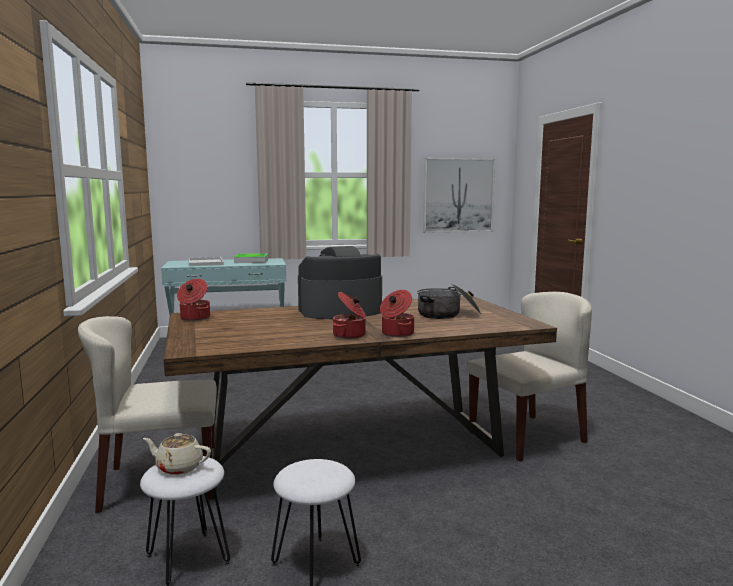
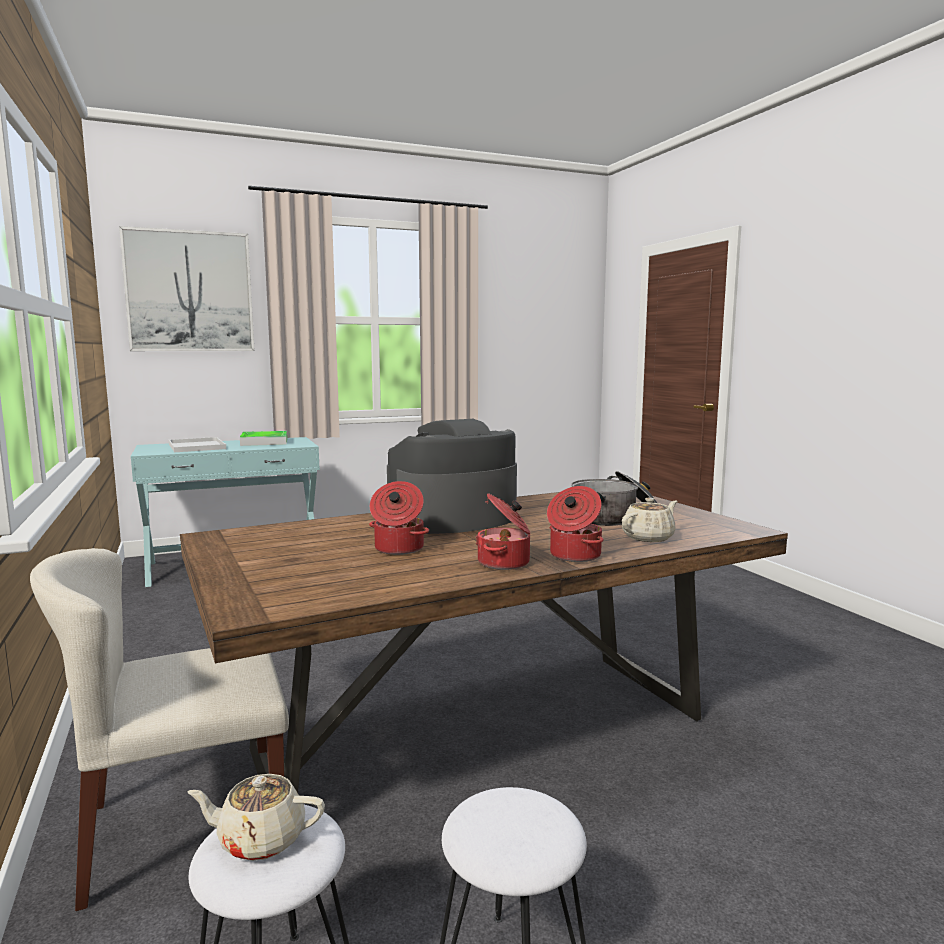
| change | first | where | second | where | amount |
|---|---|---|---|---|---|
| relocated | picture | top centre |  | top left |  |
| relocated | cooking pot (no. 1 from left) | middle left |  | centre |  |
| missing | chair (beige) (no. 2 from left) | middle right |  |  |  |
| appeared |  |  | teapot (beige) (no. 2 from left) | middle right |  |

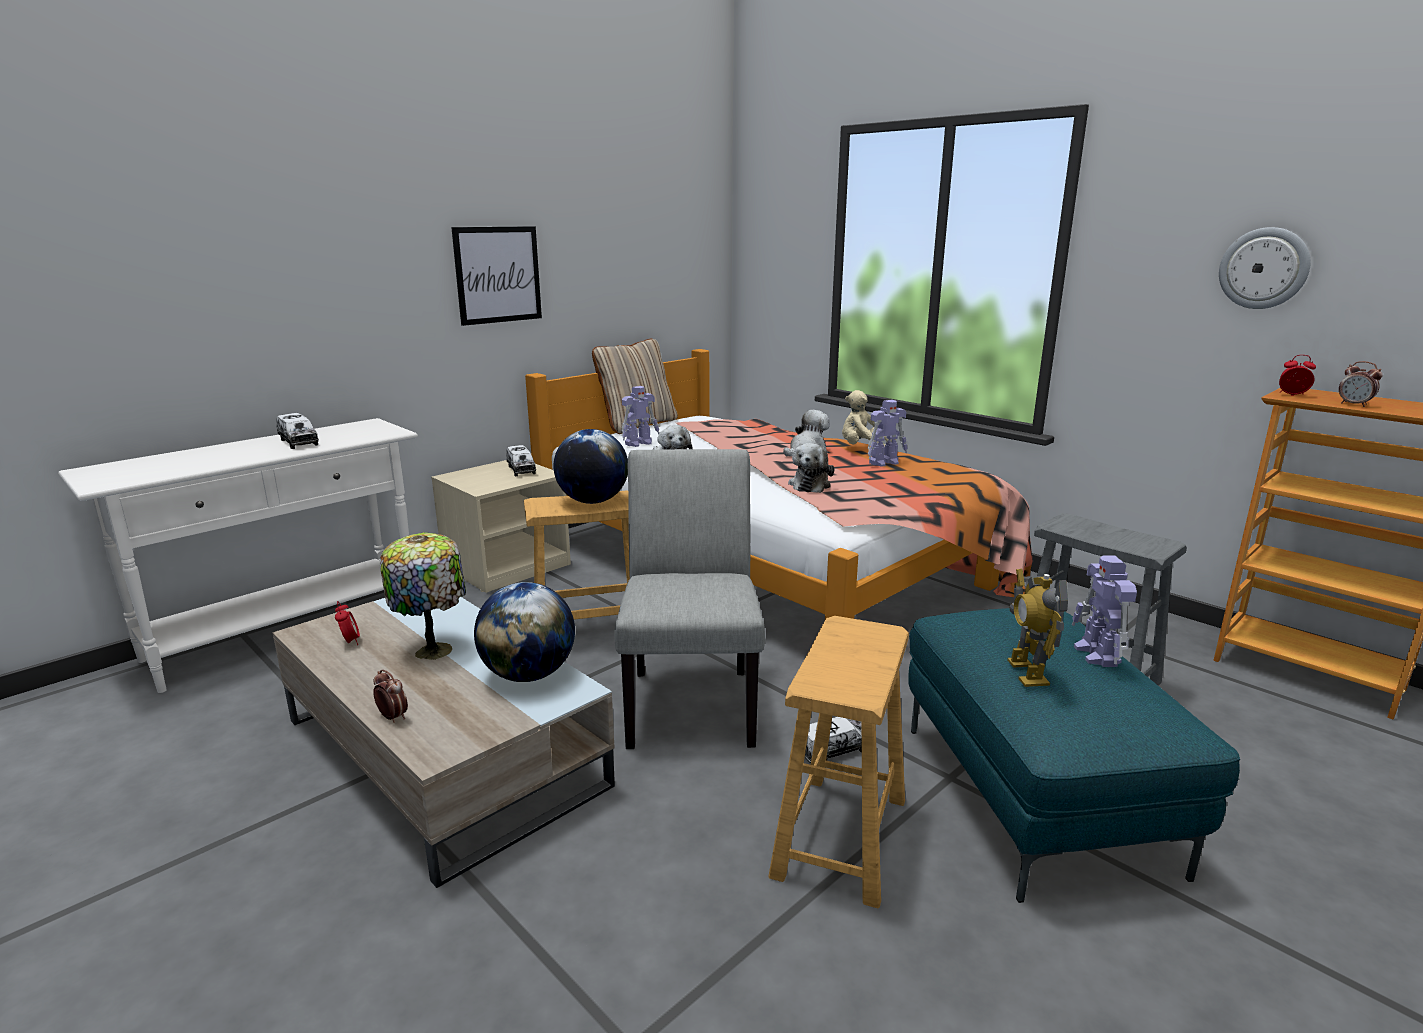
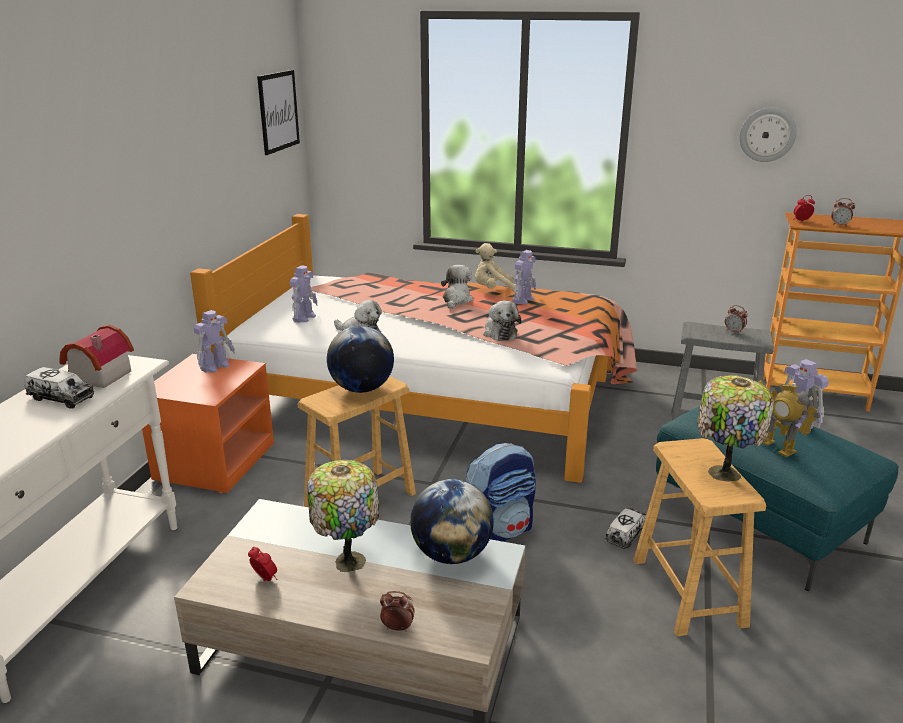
| change | first | where | second | where | amount |
|---|---|---|---|---|---|
| relocated | picture | top centre |  | top left |  |
| missing | pillow (beige) | centre |  |  |  |
| exchanged | toy truck (no. 2 from left) | centre | toy robot (no. 1 from left) | middle left |  |
| exchanged | chair (grey) | centre | backpack | bottom centre |  |
| colour | nightstand (beige) | centre | nightstand (orange) | middle left |  |
| appeared |  |  | alarm clock (no. 3 from left) | middle right |  |
| appeared |  |  | toy house | middle left |  |
| appeared |  |  | table lamp (no. 2 from left) | middle right |  |

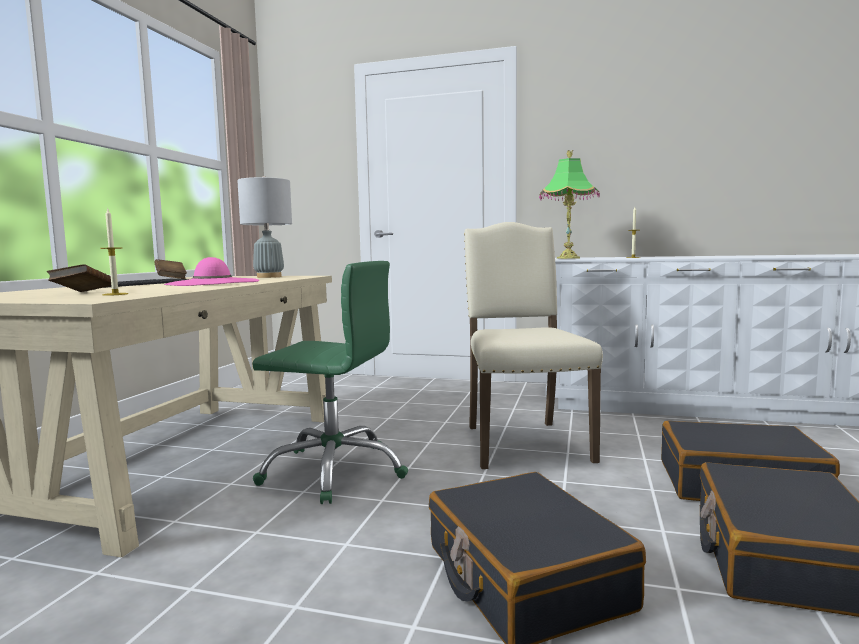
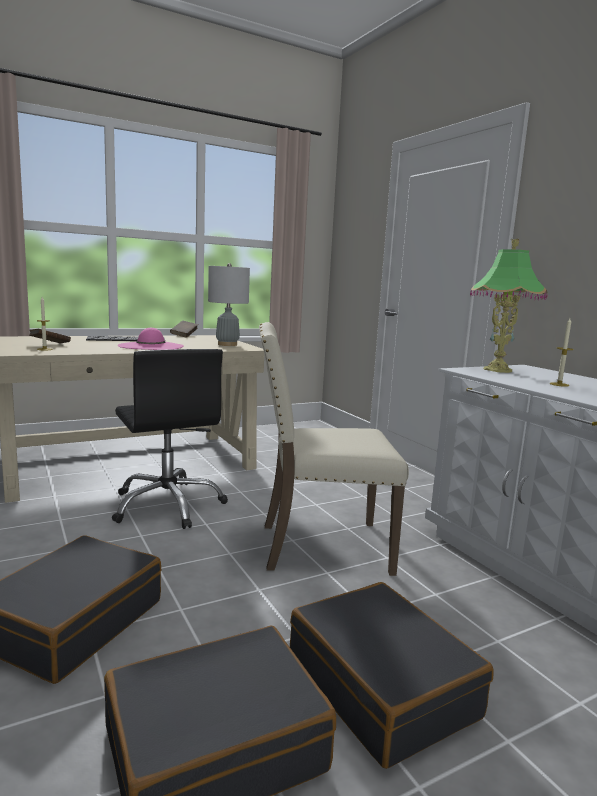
| change | first | where | second | where | amount |
|---|---|---|---|---|---|
| spun | chair (beige) | centre |  | centre | 135 degrees counterclockwise |
| colour | office chair (green) | centre | office chair (black) | middle left |  |

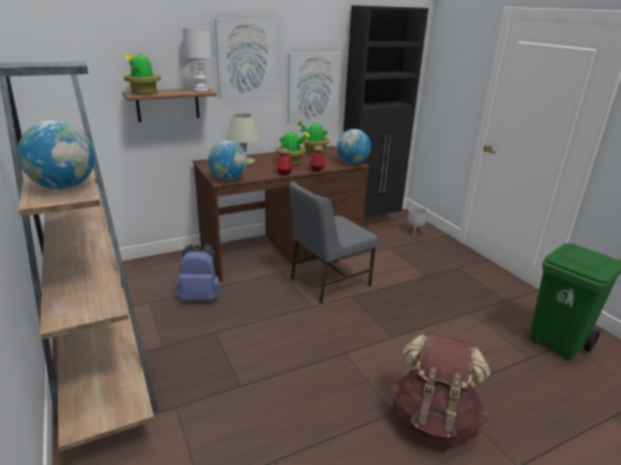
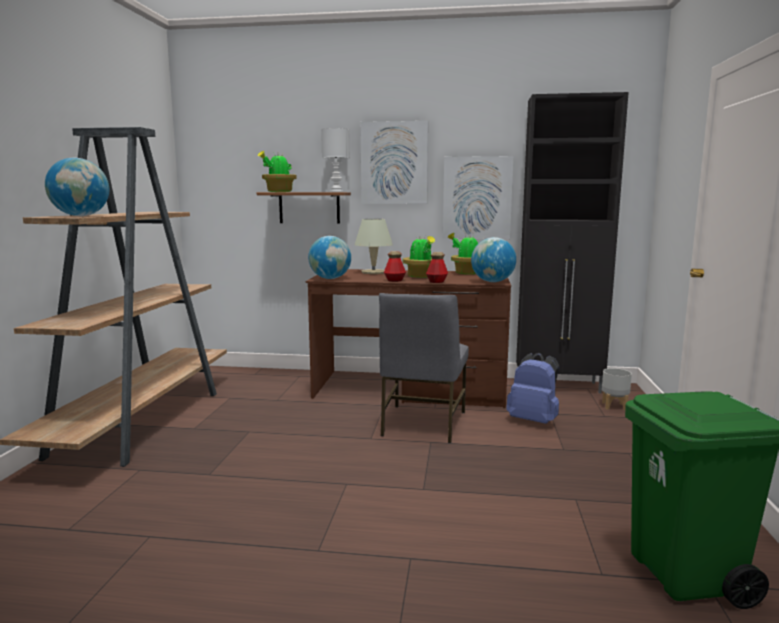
| change | first | where | second | where | amount |
|---|---|---|---|---|---|
| spun | chair (grey) | centre |  | centre | 75 degrees counterclockwise |
| relocated | backpack (blue) | middle left |  | middle right |  |
| missing | backpack (brown) | bottom right |  |  |  |

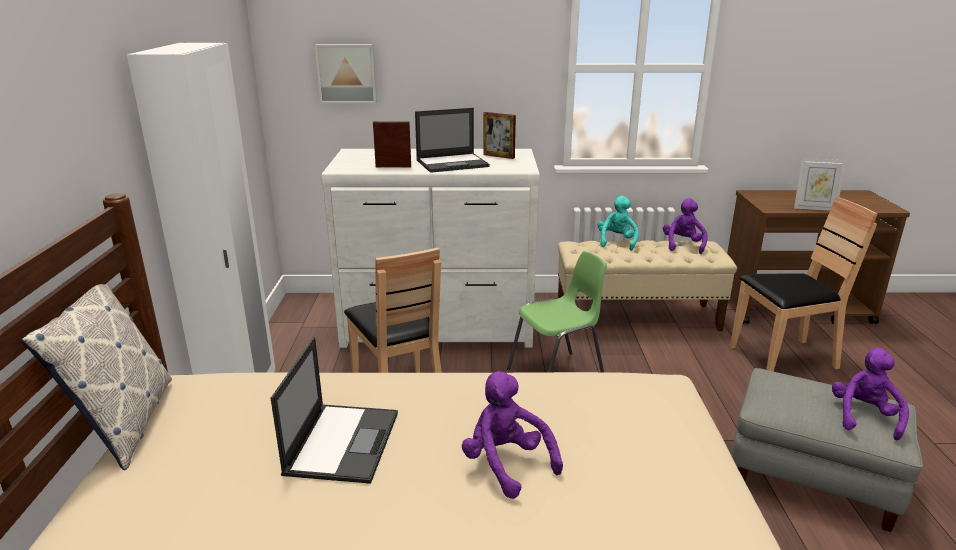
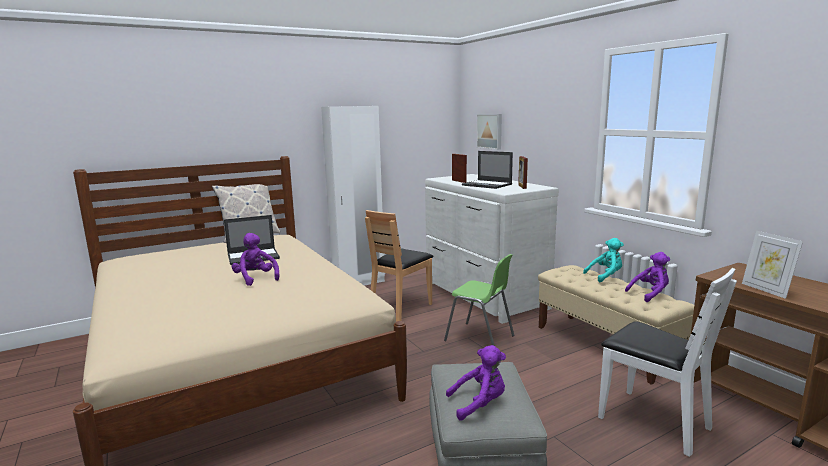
| change | first | where | second | where | amount |
|---|---|---|---|---|---|
| colour | chair (brown) (no. 2 from left) | middle right | chair (white) | bottom right |  |
| spun | plush toy (purple) (no. 1 from left) | bottom centre |  | middle left | 60 degrees counterclockwise |

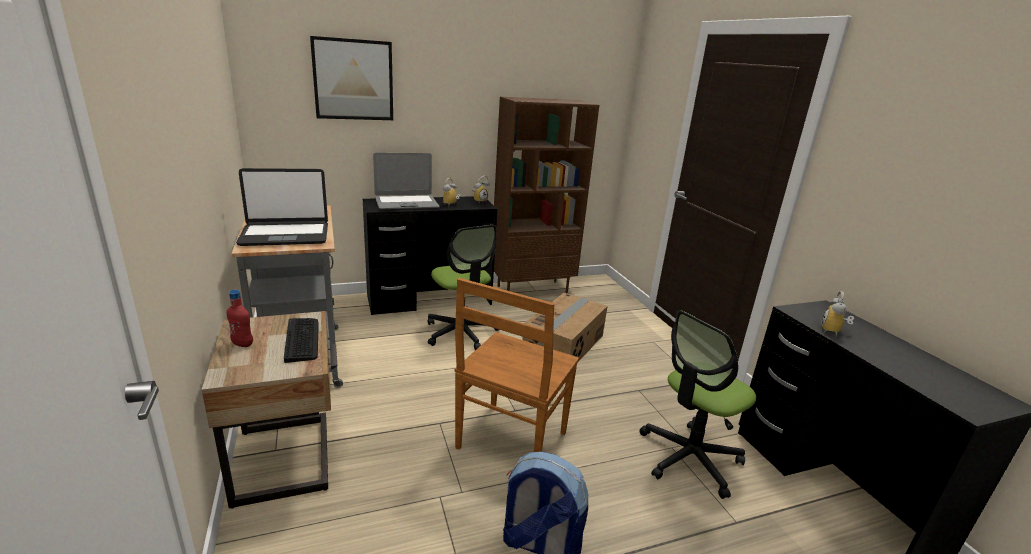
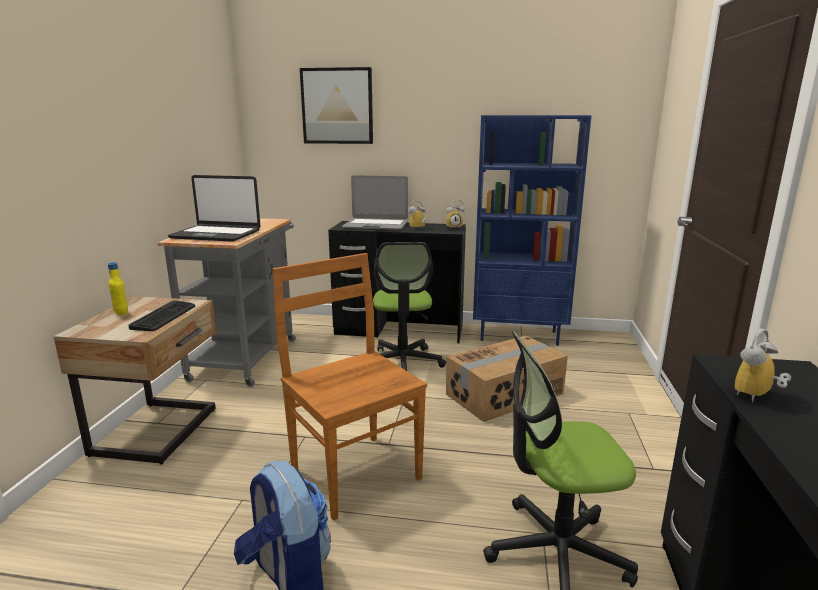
| change | first | where | second | where | amount |
|---|---|---|---|---|---|
| colour | bookcase (brown) | centre | bookcase (blue) | centre |  |
| spun | chair (brown) | centre |  | centre | 90 degrees clockwise |
| colour | bottle (red) | middle left | bottle (yellow) | middle left |  |

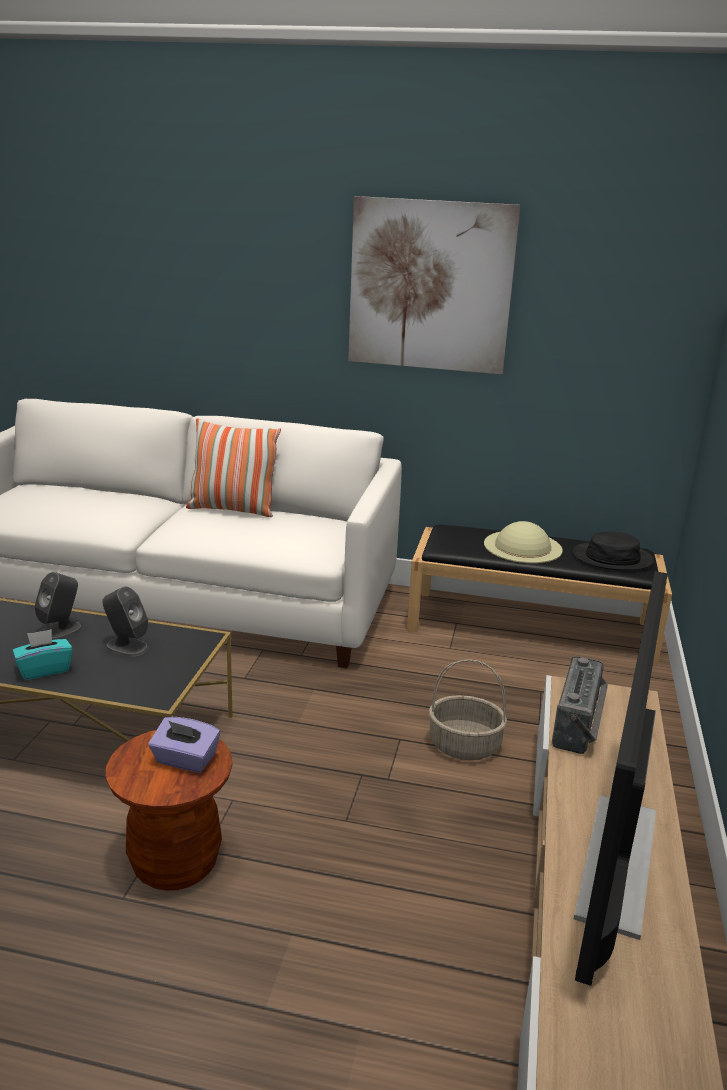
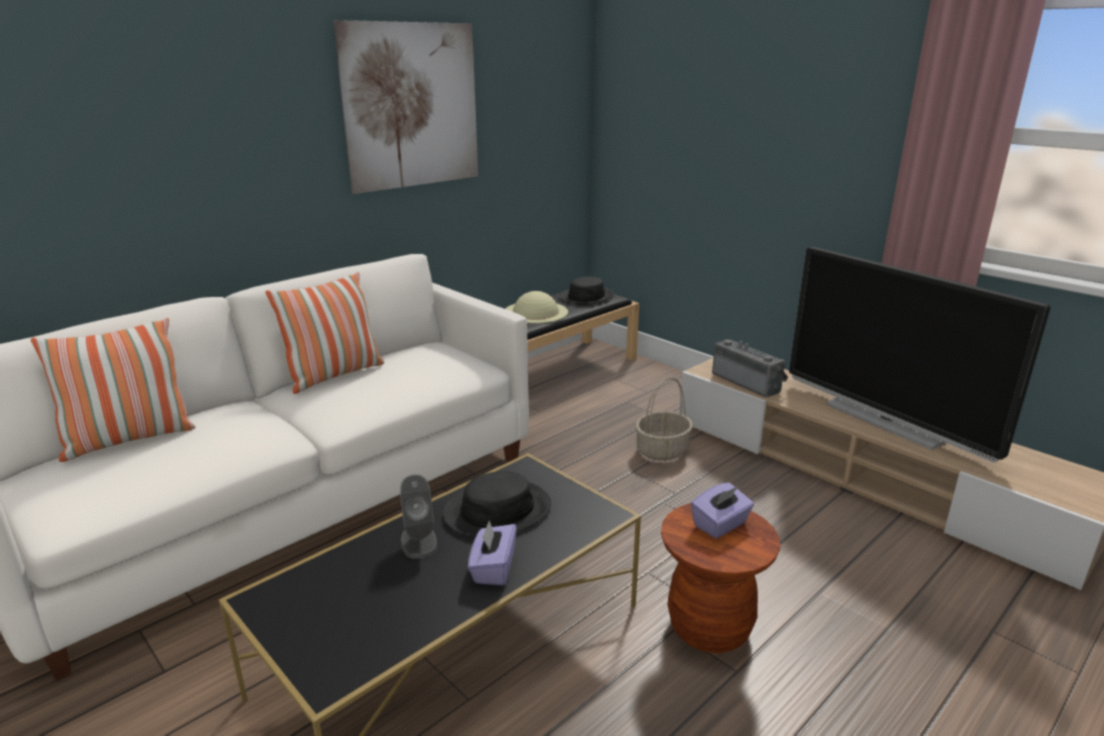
| change | first | where | second | where | amount |
|---|---|---|---|---|---|
| exchanged | speaker (grey) (no. 2 from left) | middle left | hat (black) (no. 1 from left) | bottom centre |  |
| colour | tissue box (turquoise) | middle left | tissue box (purple) (no. 1 from left) | bottom centre |  |
| appeared |  |  | pillow (no. 1 from left) | middle left |  |

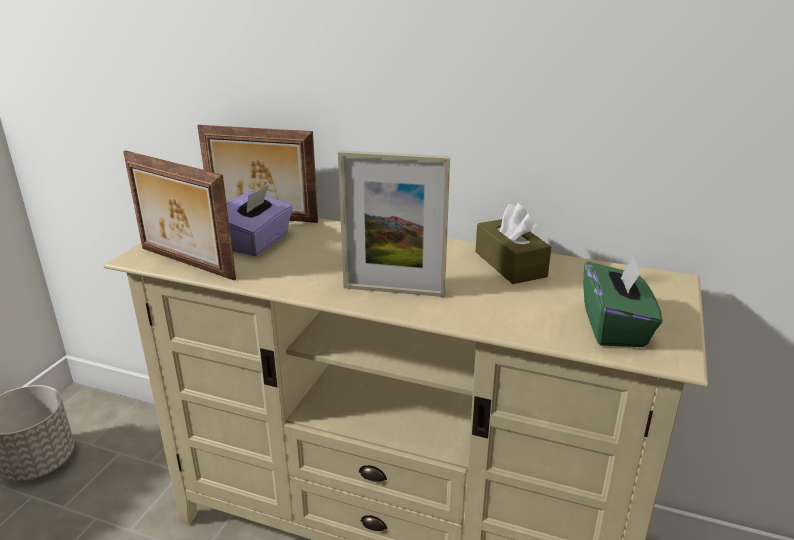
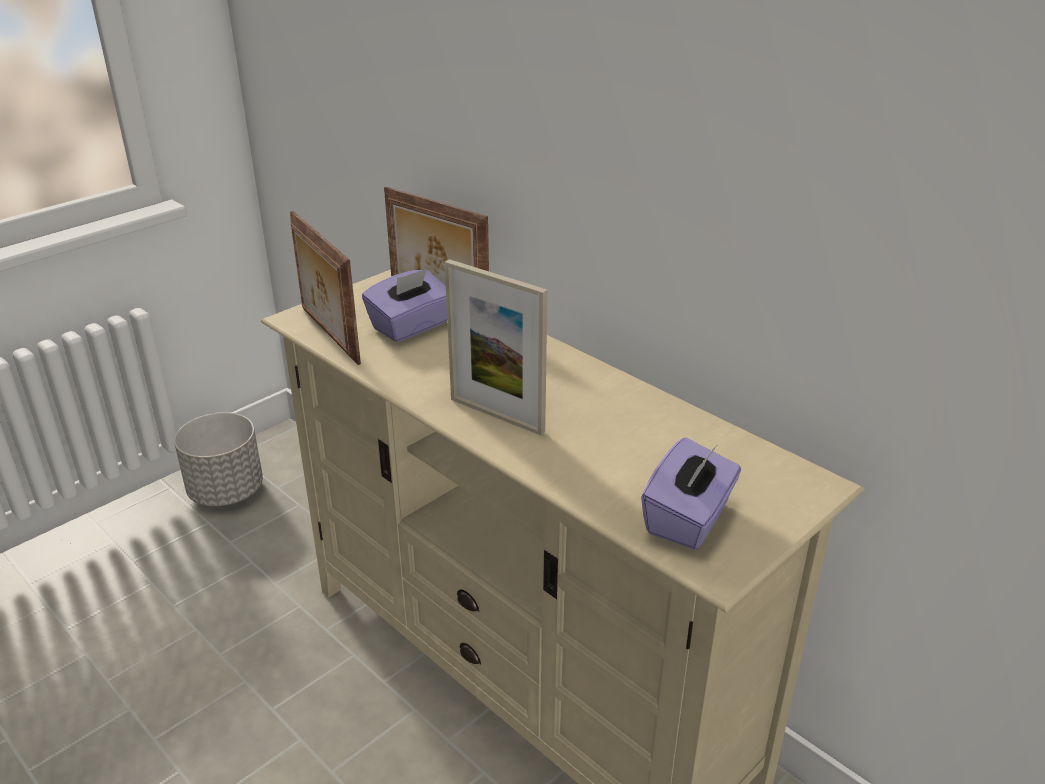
| change | first | where | second | where | amount |
|---|---|---|---|---|---|
| missing | tissue box (brown) | centre |  |  |  |
| colour | tissue box (green) | middle right | tissue box (purple) (no. 2 from left) | centre |  |

